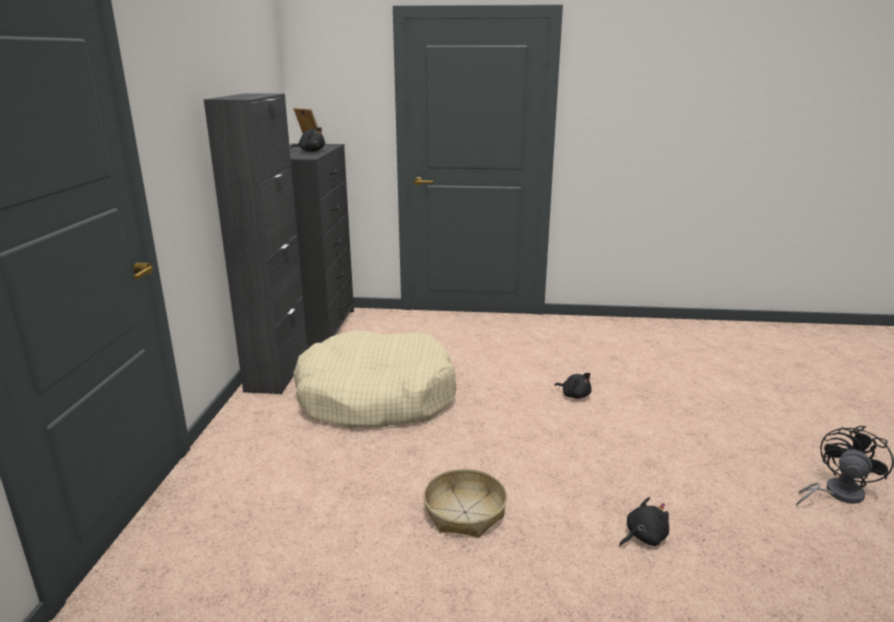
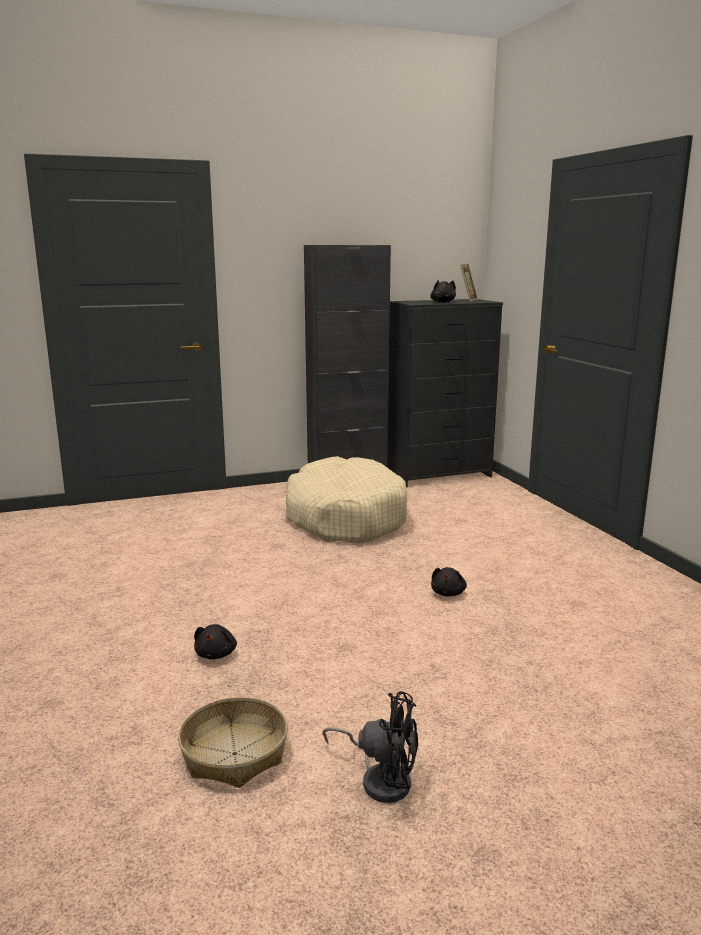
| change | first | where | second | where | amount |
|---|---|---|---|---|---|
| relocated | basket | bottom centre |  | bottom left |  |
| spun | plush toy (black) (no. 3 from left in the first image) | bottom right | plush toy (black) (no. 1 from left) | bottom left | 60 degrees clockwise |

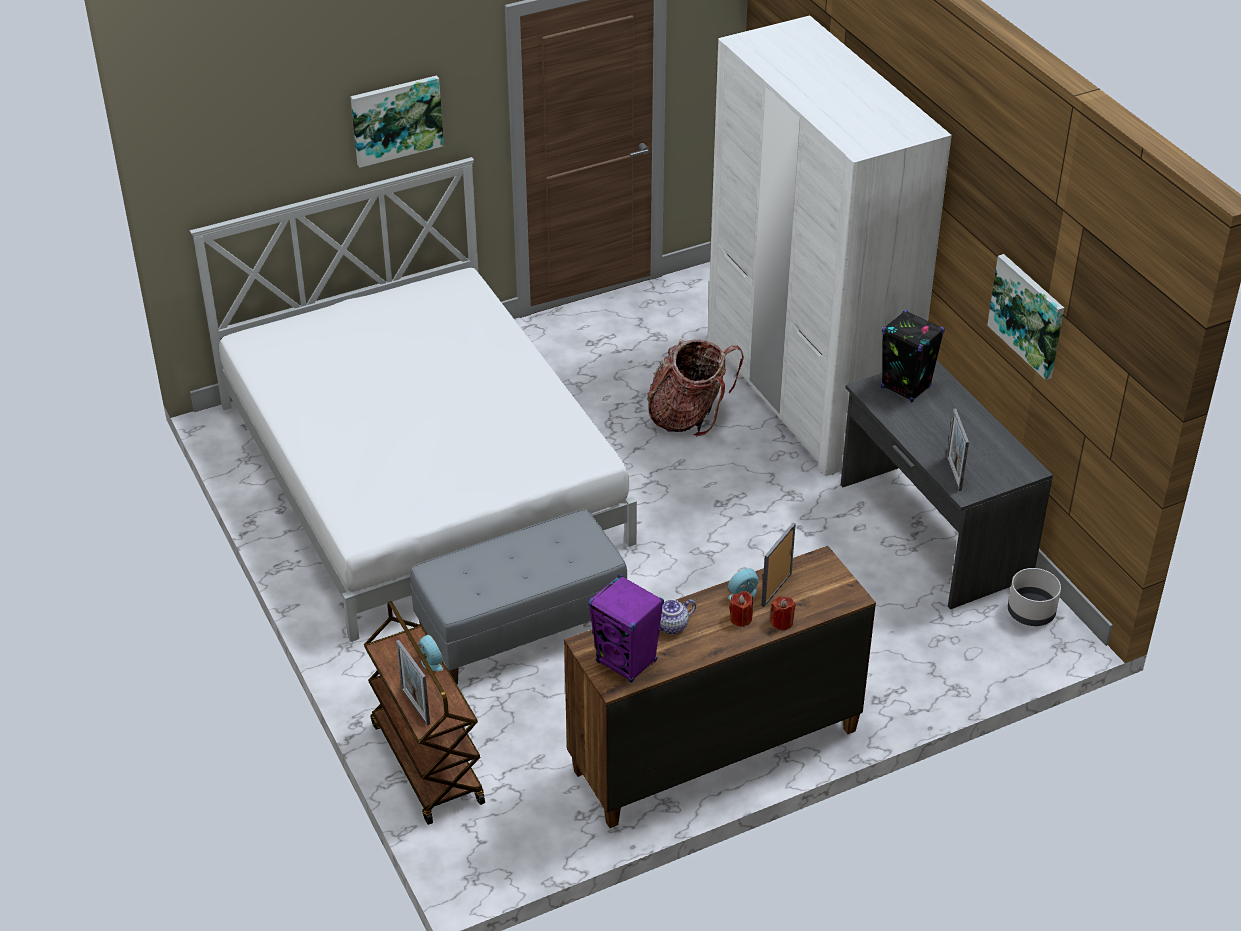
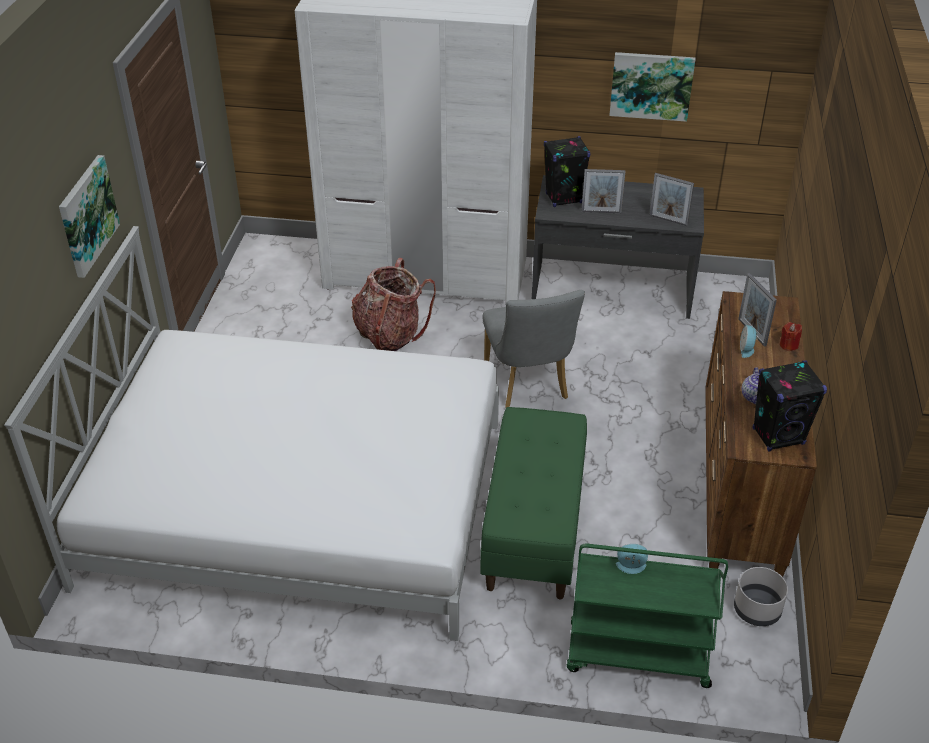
| change | first | where | second | where | amount |
|---|---|---|---|---|---|
| colour | bench (grey) | centre | bench (green) | bottom centre |  |
| relocated | planter (grey) | middle right |  | bottom right |  |
| colour | speaker (purple) | bottom centre | speaker (black) (no. 2 from left) | middle right |  |
| missing | candle (red) (no. 1 from left) | centre |  |  |  |
| colour | cart (brown) | bottom centre | cart (green) | bottom right |  |
| relocated | picture frame (no. 1 from left) | bottom left |  | top centre |  |
| appeared |  |  | chair (grey) | centre |  |

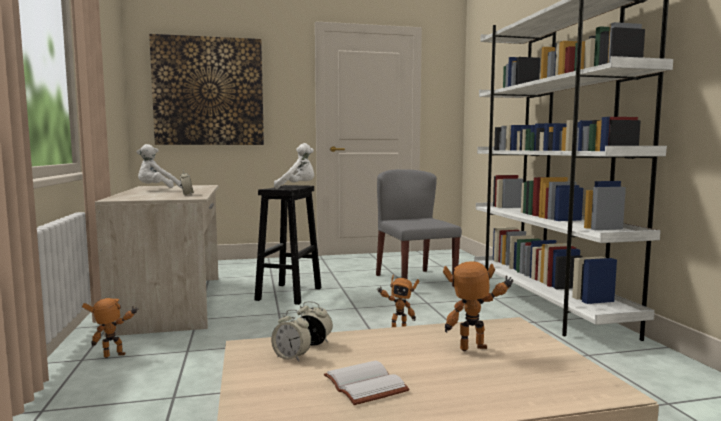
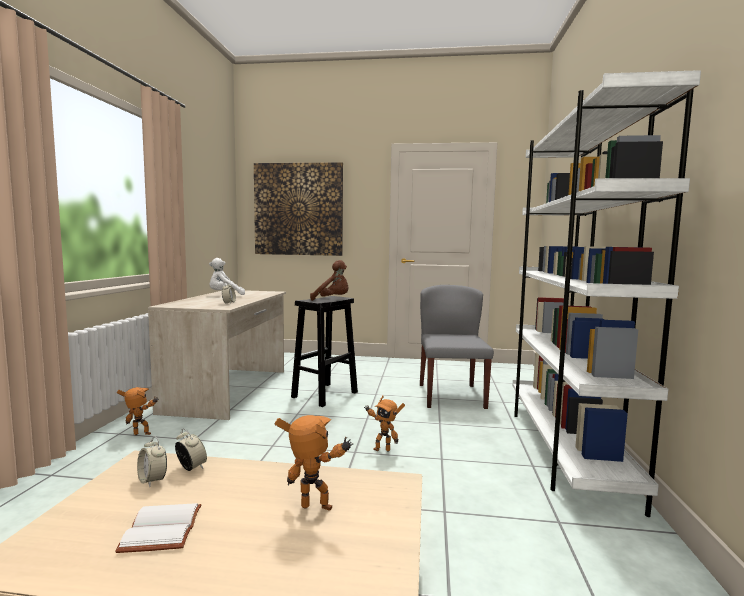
| change | first | where | second | where | amount |
|---|---|---|---|---|---|
| colour | plush toy (white) (no. 2 from left) | centre | plush toy (brown) | centre |  |

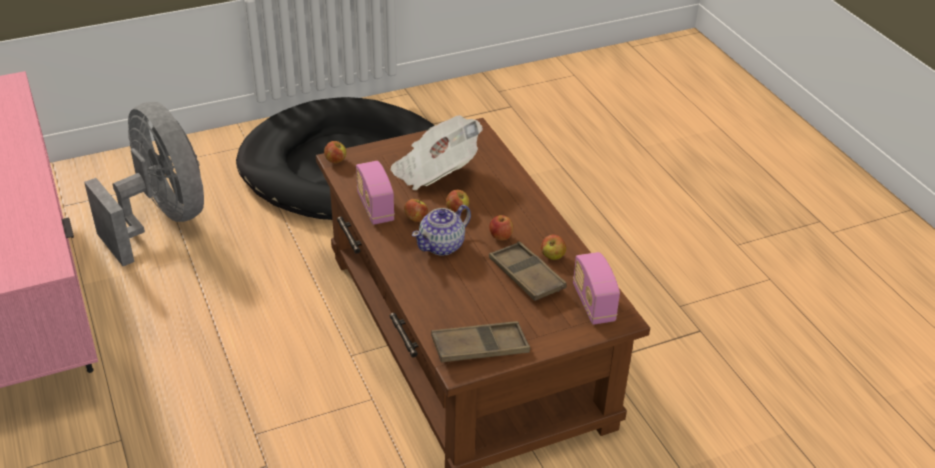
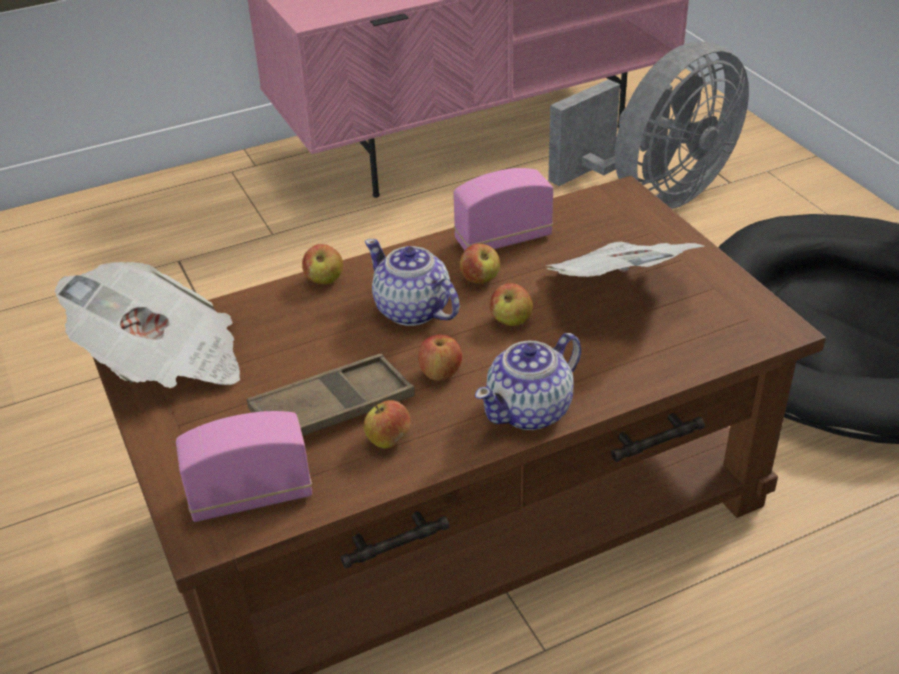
| change | first | where | second | where | amount |
|---|---|---|---|---|---|
| relocated | apple (no. 1 from left) | top centre |  | centre |  |
| exchanged | tray (brown) (no. 1 from left) | bottom centre | newspaper (no. 1 from left) | middle left |  |
| appeared |  |  | teapot (no. 2 from left) | centre |  |

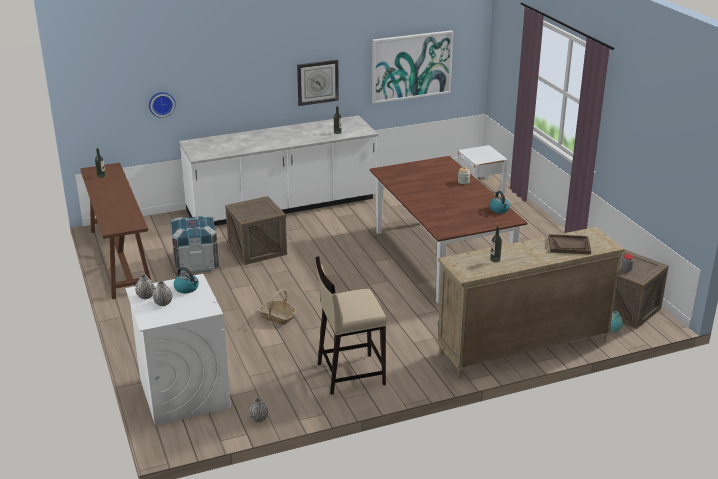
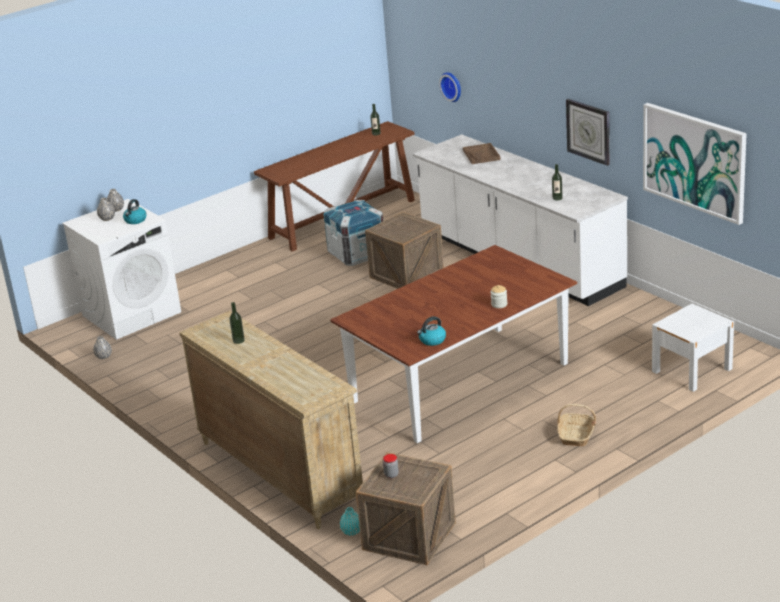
| change | first | where | second | where | amount |
|---|---|---|---|---|---|
| relocated | tray (brown) | middle right |  | top centre |  |
| missing | stool (beige) | bottom centre |  |  |  |
| relocated | basket | centre |  | bottom right |  |

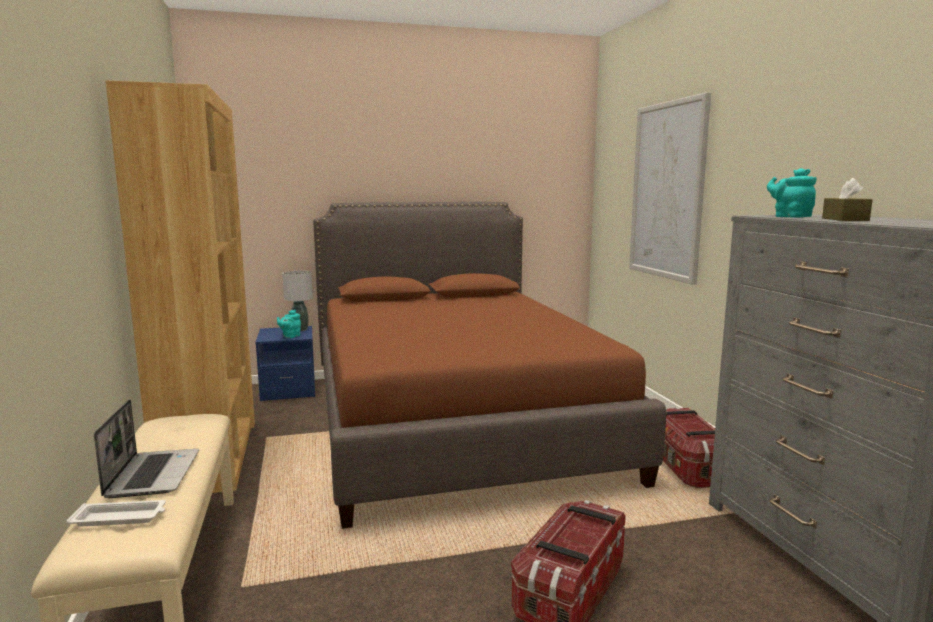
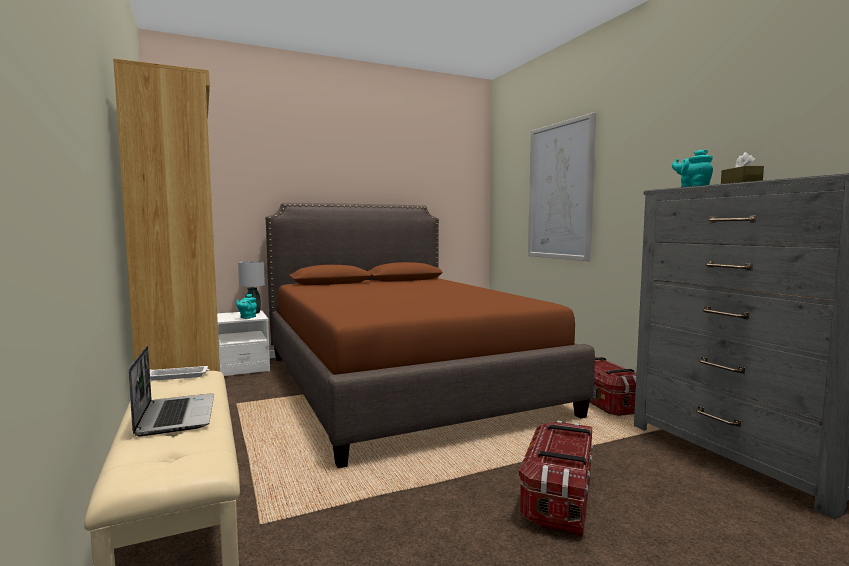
| change | first | where | second | where | amount |
|---|---|---|---|---|---|
| colour | nightstand (blue) | middle left | nightstand (white) | middle left |  |
| relocated | tray (white) | bottom left |  | middle left |  |

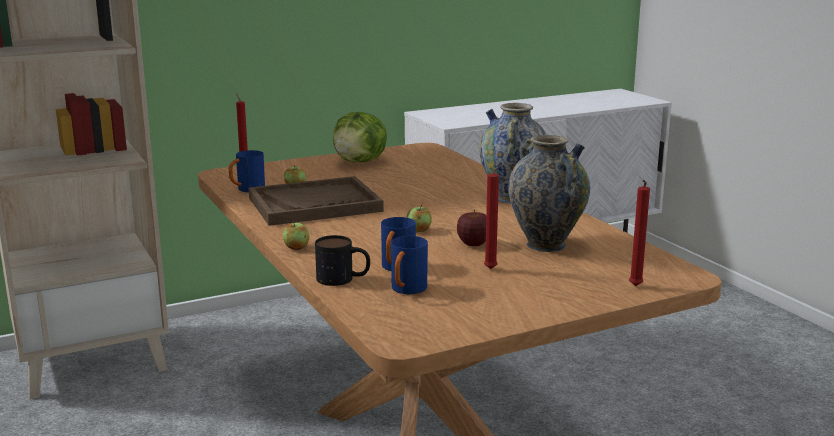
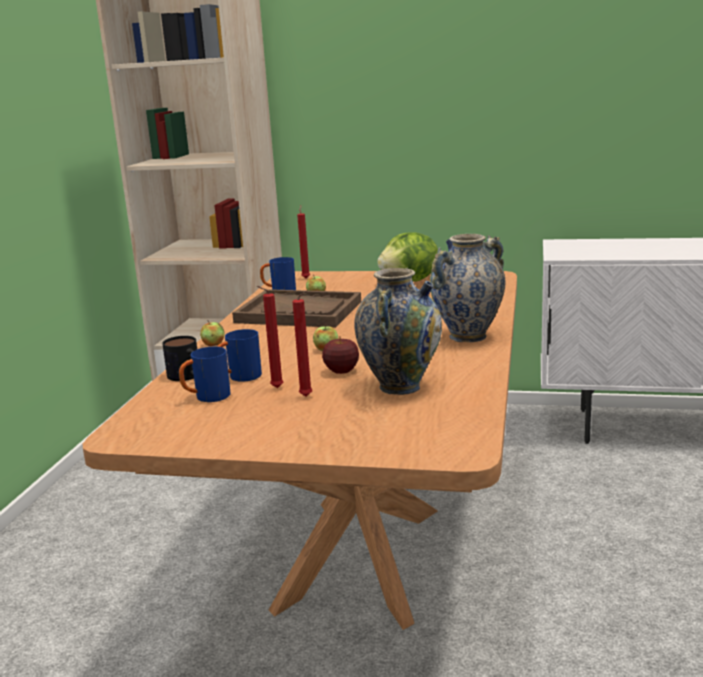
| change | first | where | second | where | amount |
|---|---|---|---|---|---|
| relocated | candle (red) (no. 3 from left in the first image) | middle right | candle (red) (no. 1 from left) | centre |  |

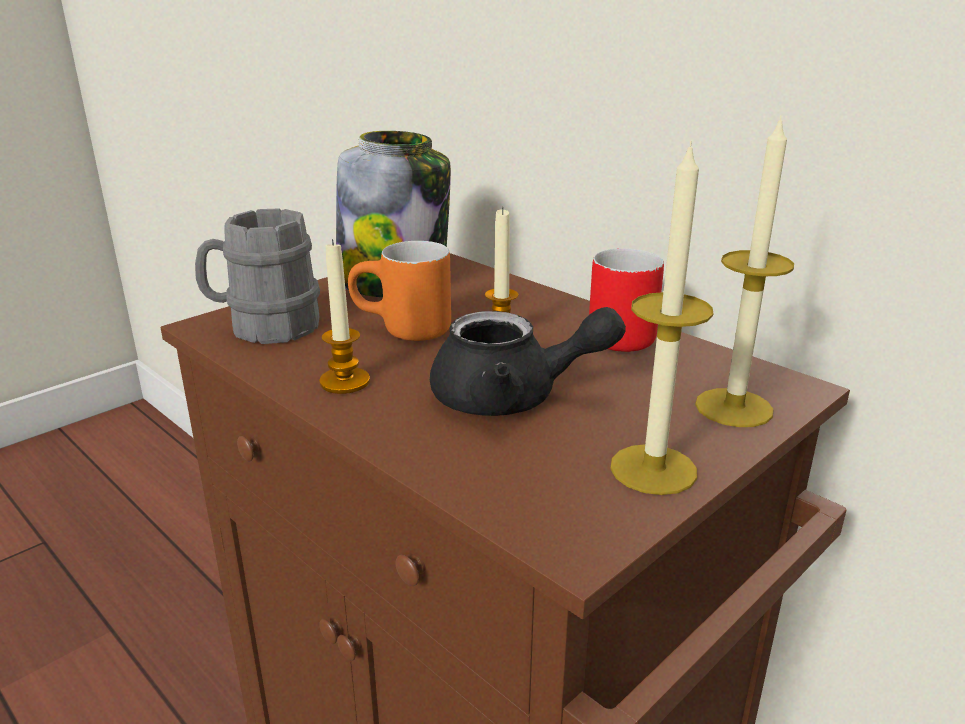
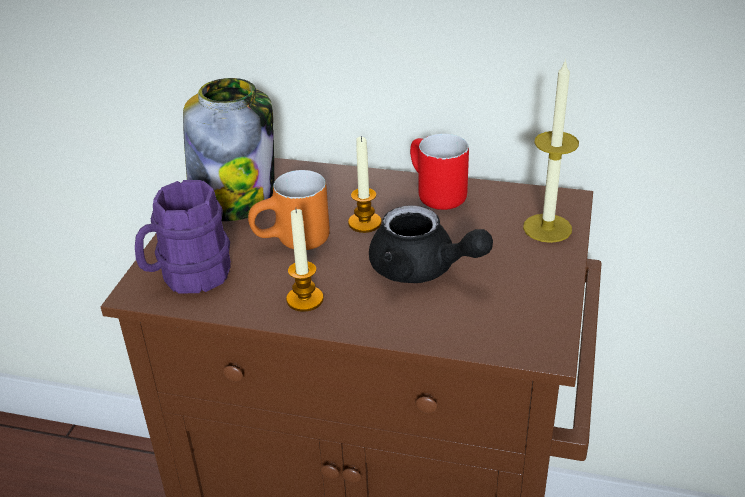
| change | first | where | second | where | amount |
|---|---|---|---|---|---|
| missing | candle (no. 3 from left) | middle right |  |  |  |
| colour | mug (grey) | middle left | mug (purple) | middle left |  |
| spun | teapot (black) | centre |  | centre | 60 degrees clockwise |

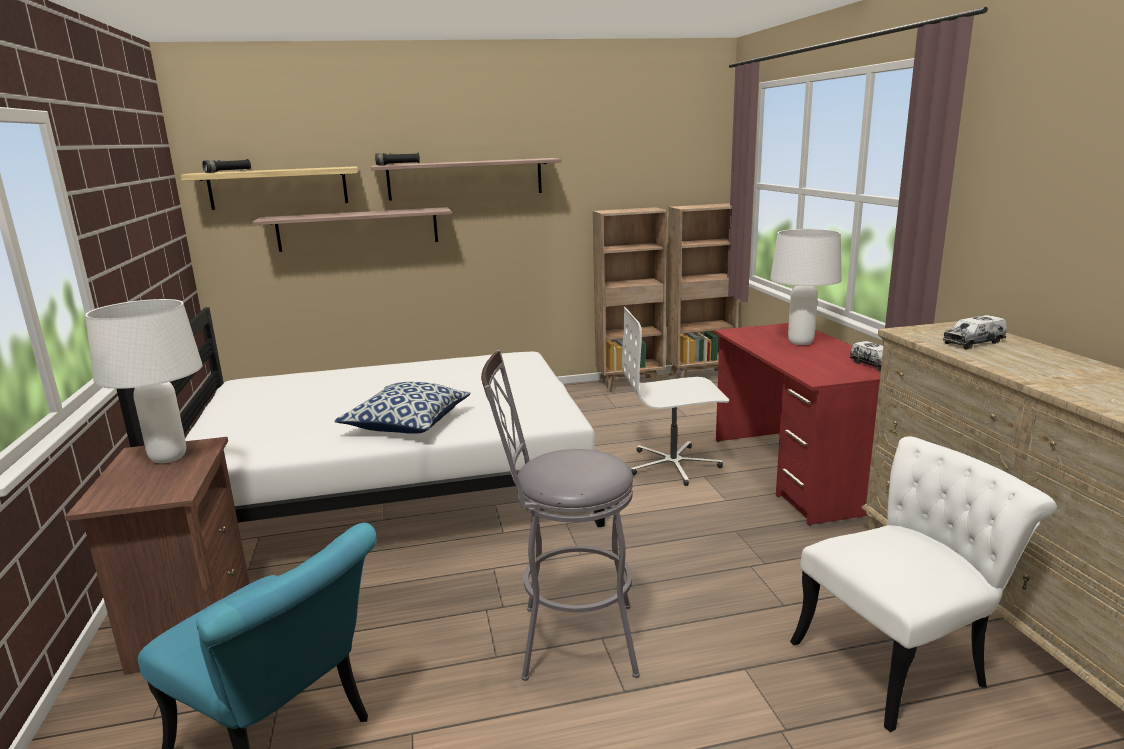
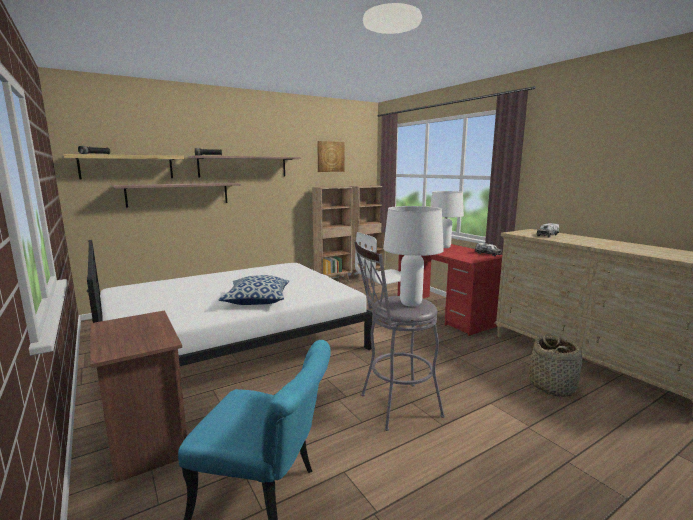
| change | first | where | second | where | amount |
|---|---|---|---|---|---|
| relocated | table lamp (white) (no. 1 from left) | middle left |  | centre |  |
| exchanged | chair (white) | bottom right | basket | bottom right |  |
| appeared |  |  | picture | top centre |  |

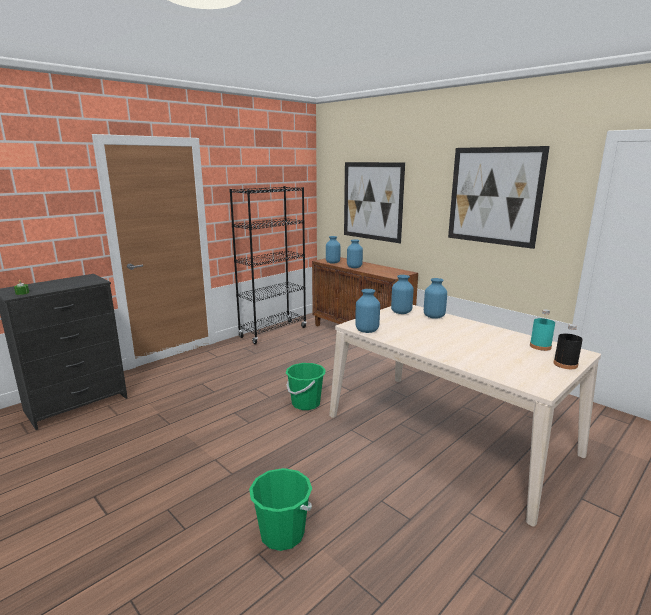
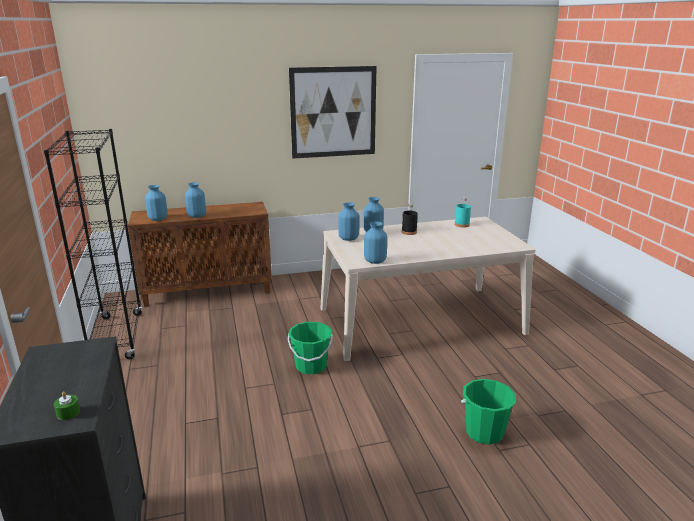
| change | first | where | second | where | amount |
|---|---|---|---|---|---|
| missing | picture (no. 1 from left) | top centre |  |  |  |
| relocated | bottle (black) | middle right |  | centre |  |

